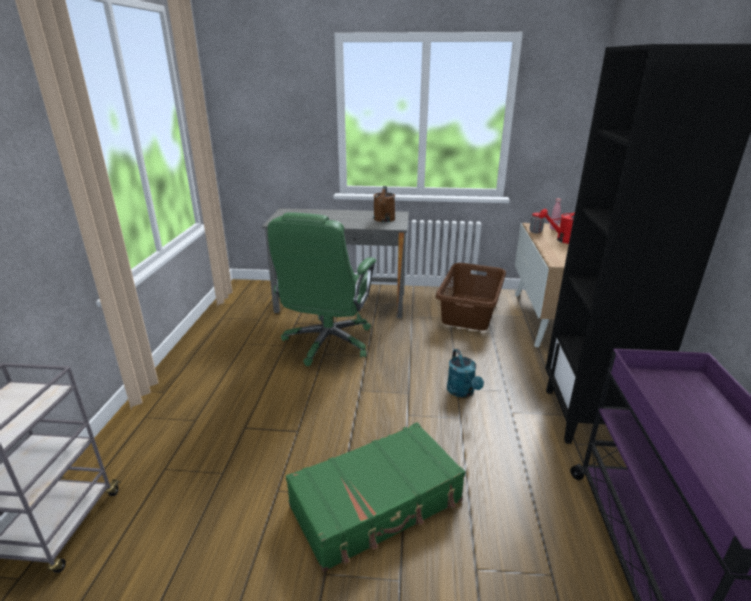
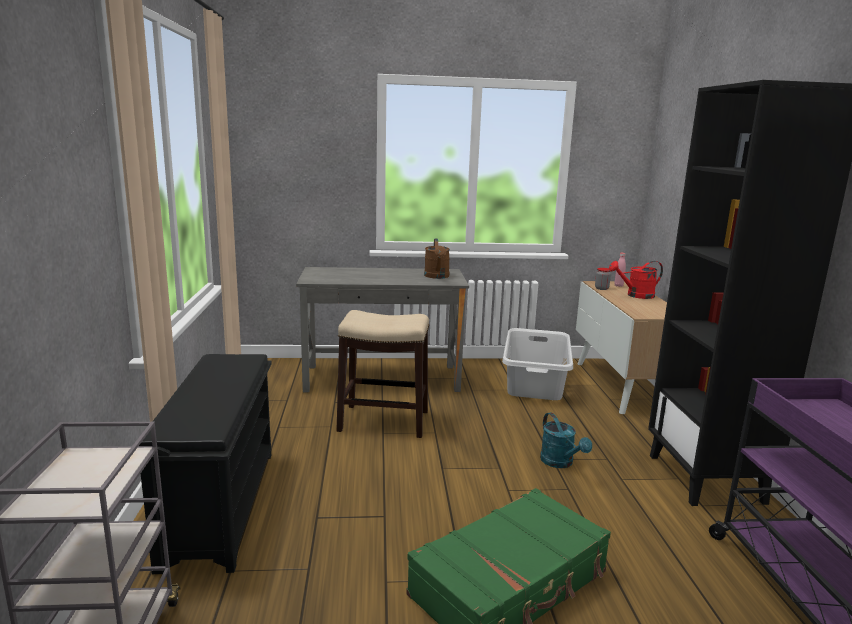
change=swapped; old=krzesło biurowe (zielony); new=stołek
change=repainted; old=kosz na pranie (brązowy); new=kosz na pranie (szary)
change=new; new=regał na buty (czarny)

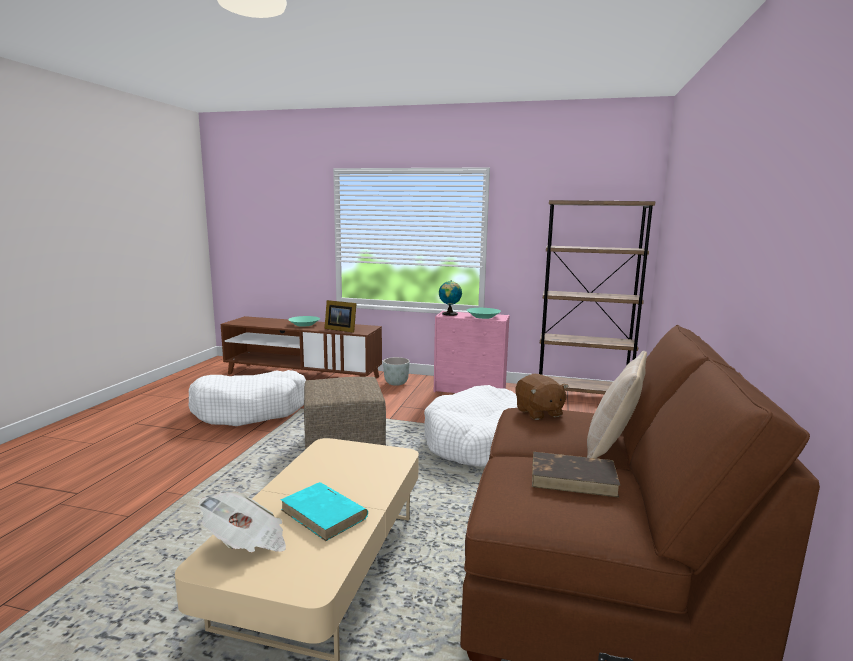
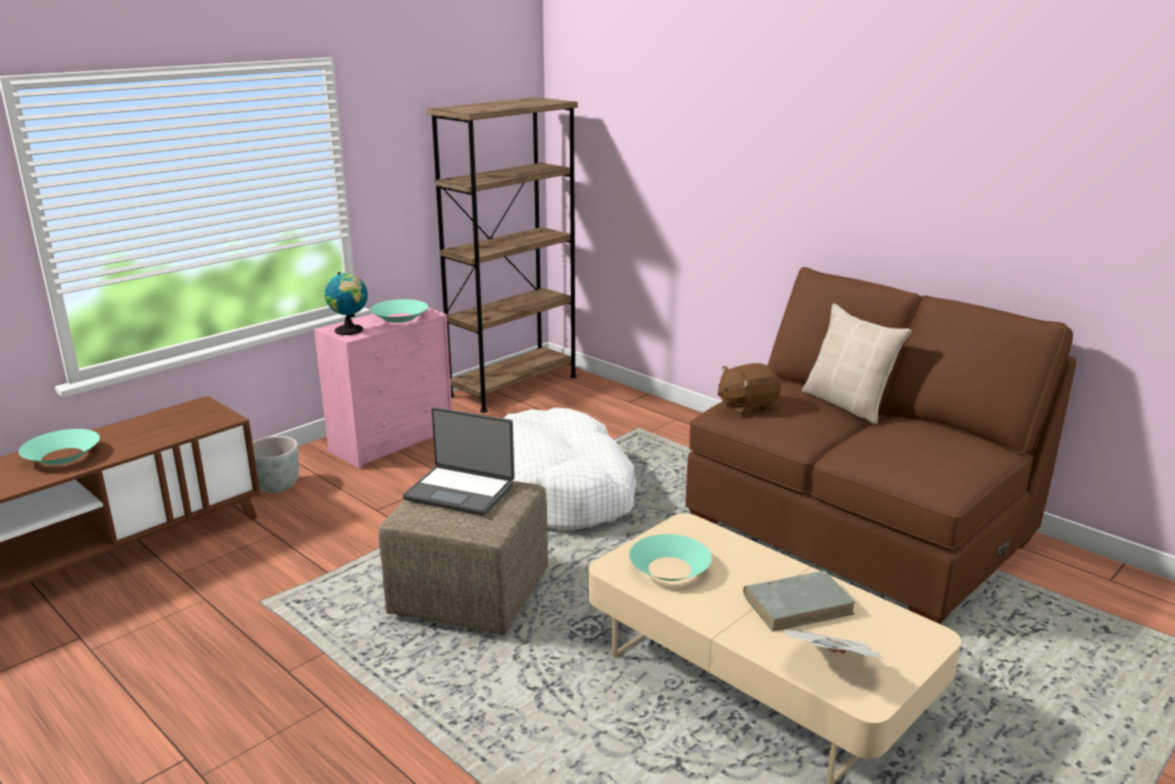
change=gone; old=ramka na zdjęcie
change=gone; old=legowisko (biały) (no. 1 from left)
change=rotated; old=pluszak (brązowy); degrees=150
change=gone; old=książka (brązowy)
change=repainted; old=książka (turkusowy); new=książka (szary)
change=new; new=laptop
change=new; new=miska (turkusowy) (no. 3 from left)

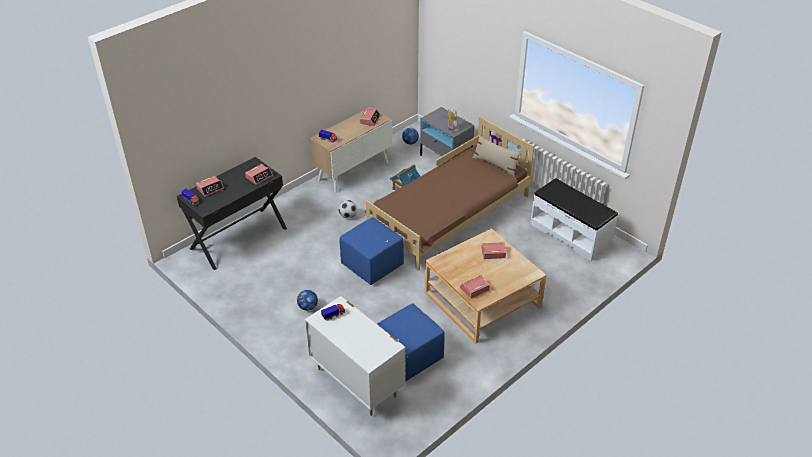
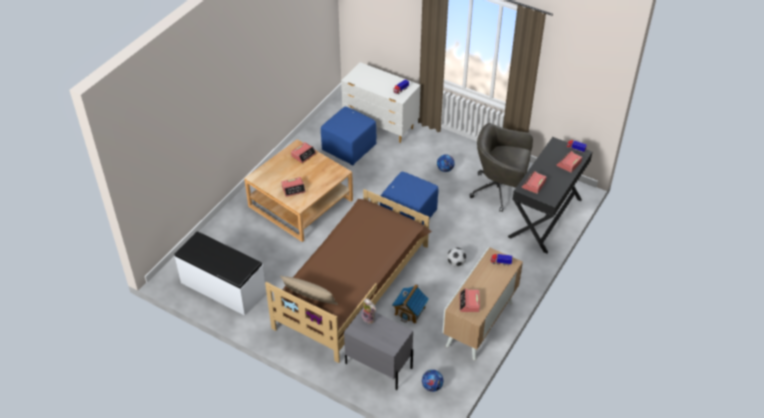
change=new; new=krzesło biurowe (szary)

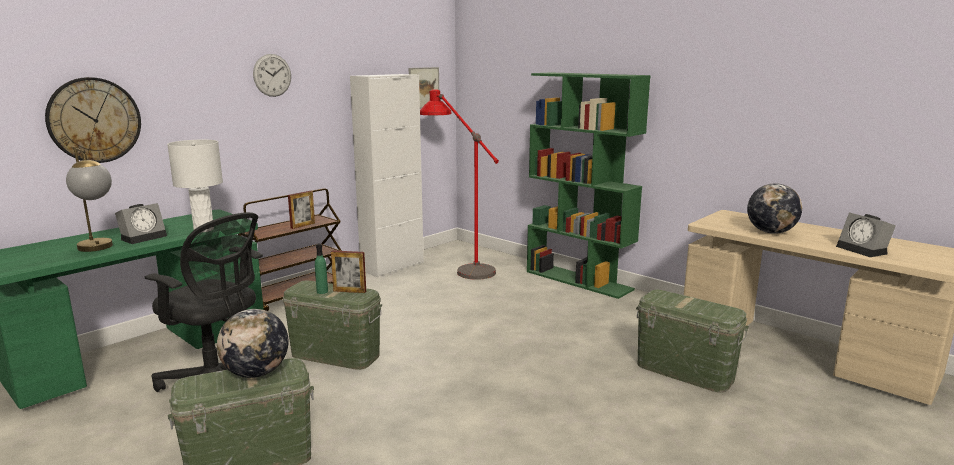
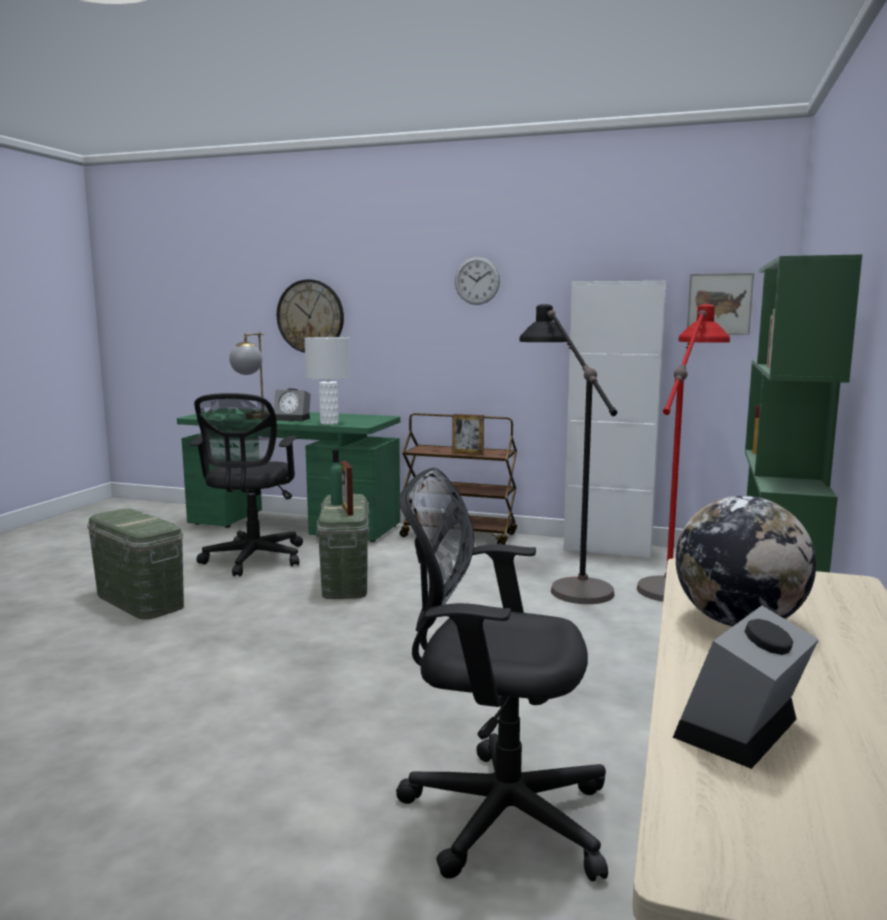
change=swapped; old=pojemnik do przechowywania (zielony) (no. 3 from left); new=krzesło biurowe (czarny) (no. 2 from left)
change=gone; old=globus (no. 1 from left)
change=new; new=lampa stojąca (czarny)

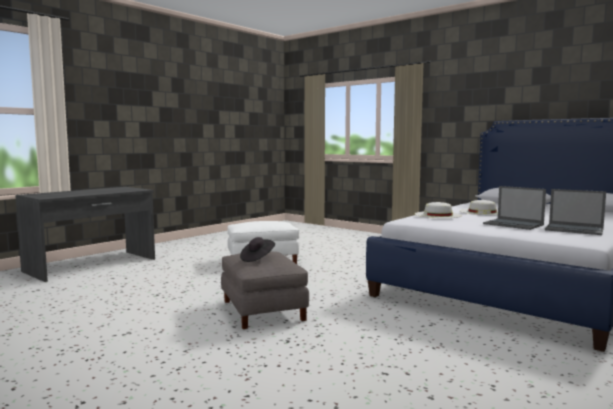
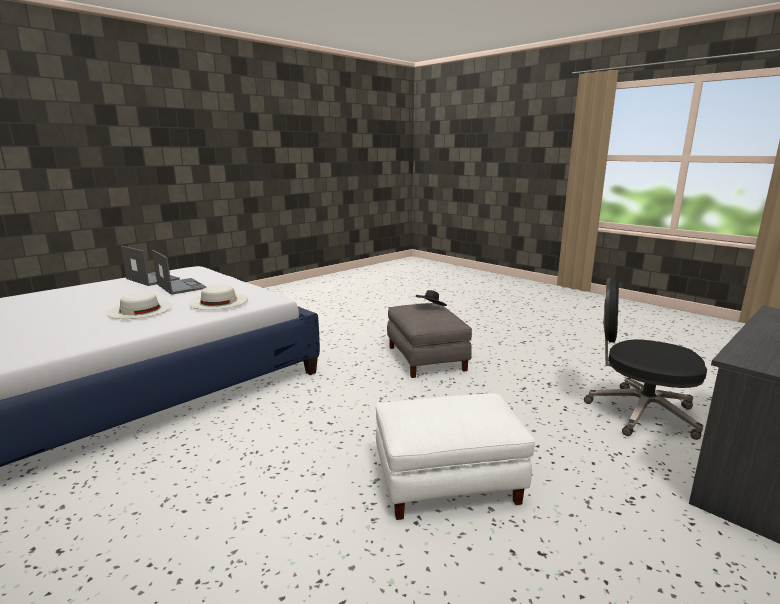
change=new; new=krzesło biurowe (czarny)

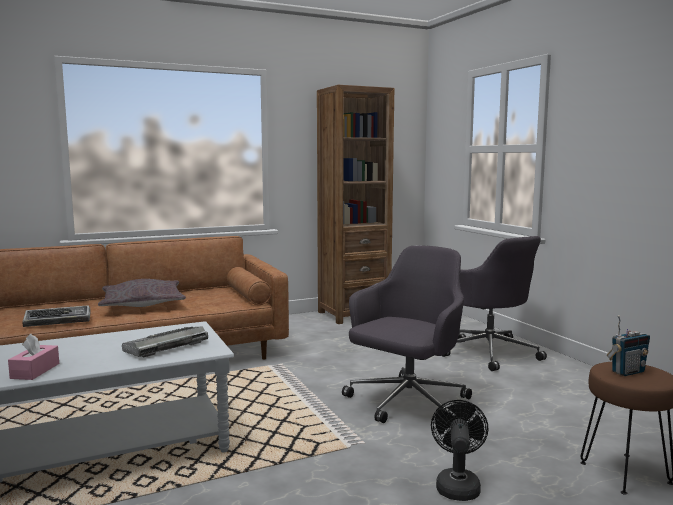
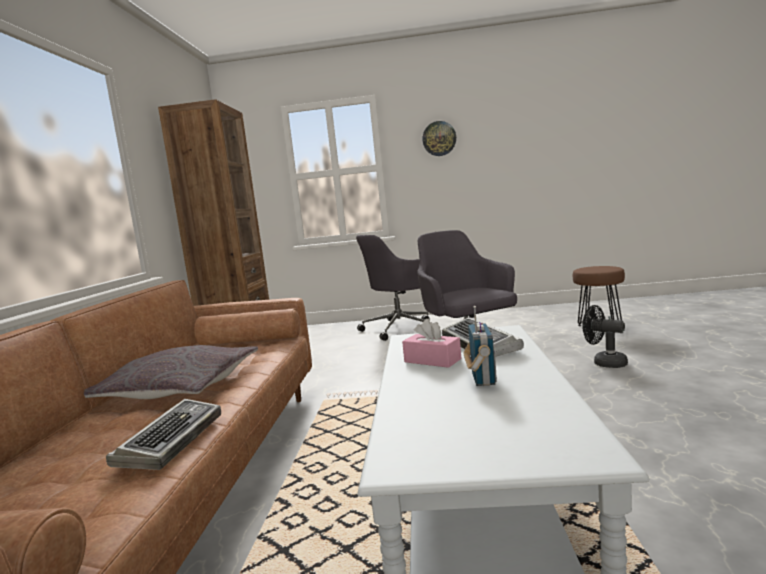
change=rotated; old=krzesło biurowe (szary) (no. 2 from left in the first image); degrees=150
change=shifted; old=radio
change=shifted; old=pudełko chusteczek (różowy)
change=new; new=zegar ścienny

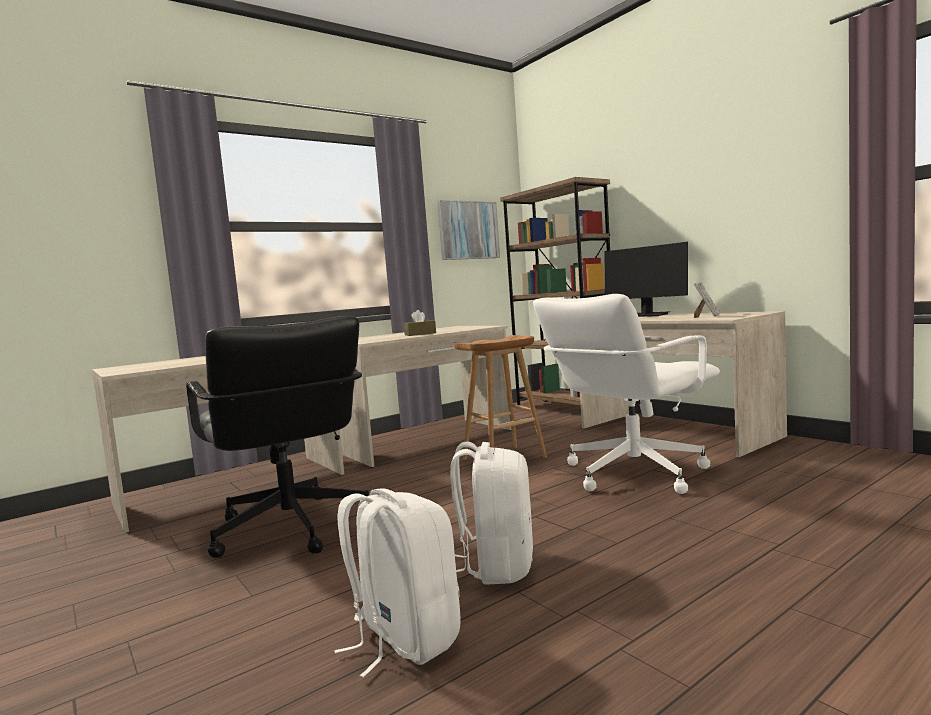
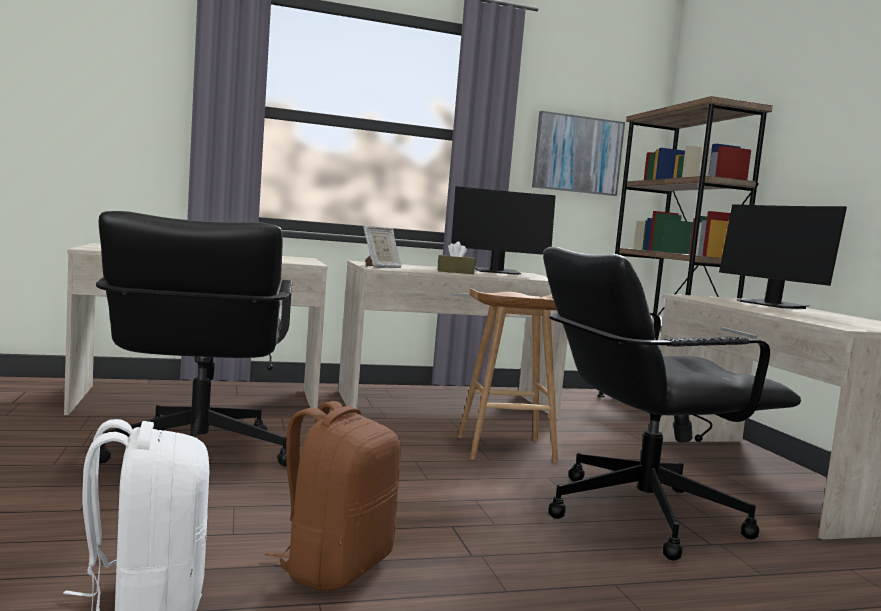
change=shifted; old=ramka na zdjęcie
change=repainted; old=krzesło biurowe (biały); new=krzesło biurowe (czarny) (no. 2 from left)
change=repainted; old=plecak (biały) (no. 2 from left); new=plecak (brązowy)
change=new; new=monitor (no. 1 from left)

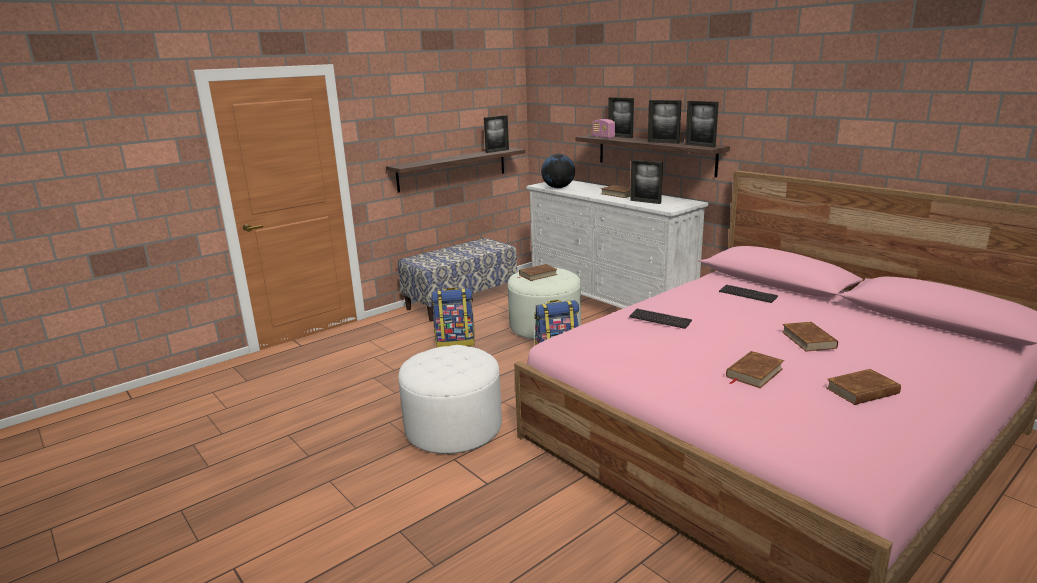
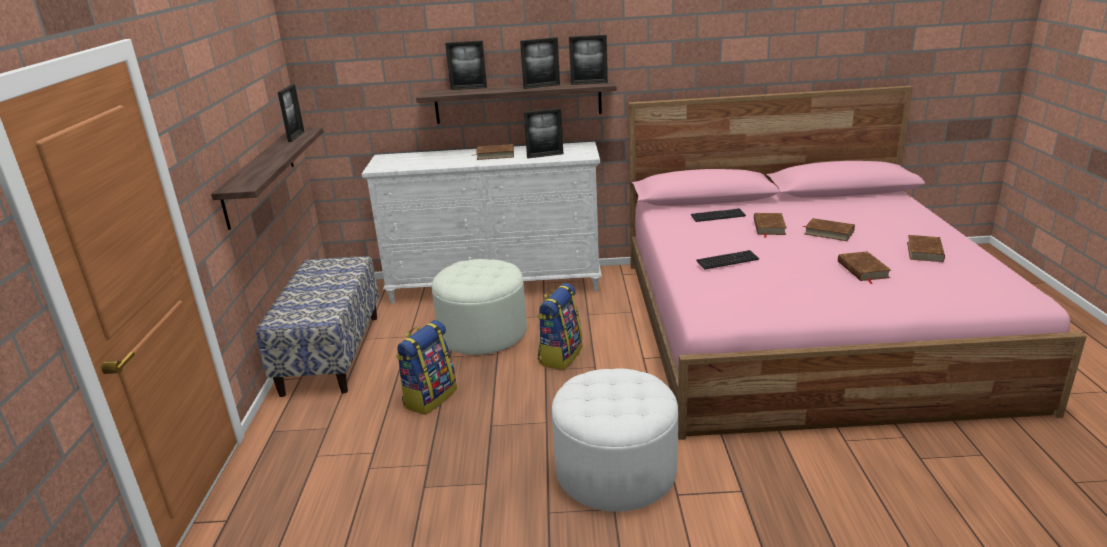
change=gone; old=radio
change=gone; old=globus
change=shifted; old=książka (brązowy) (no. 1 from left in the first image); new=książka (brązowy) (no. 2 from left)

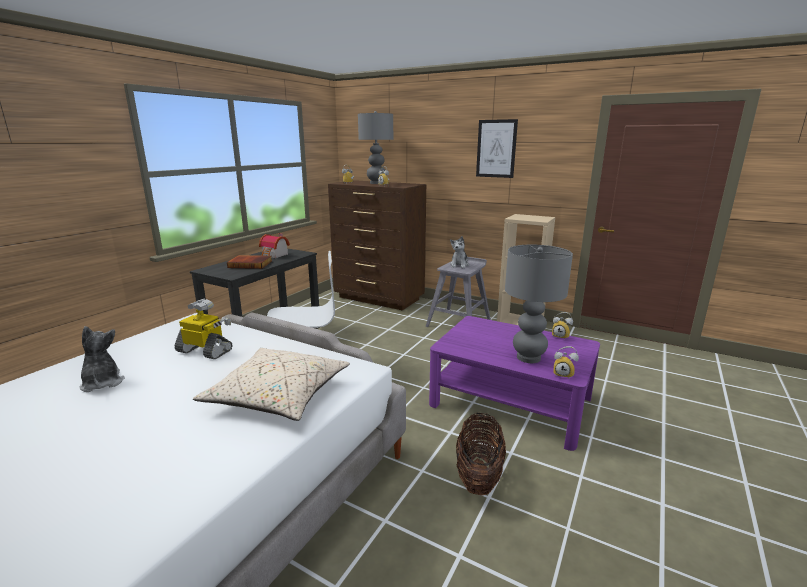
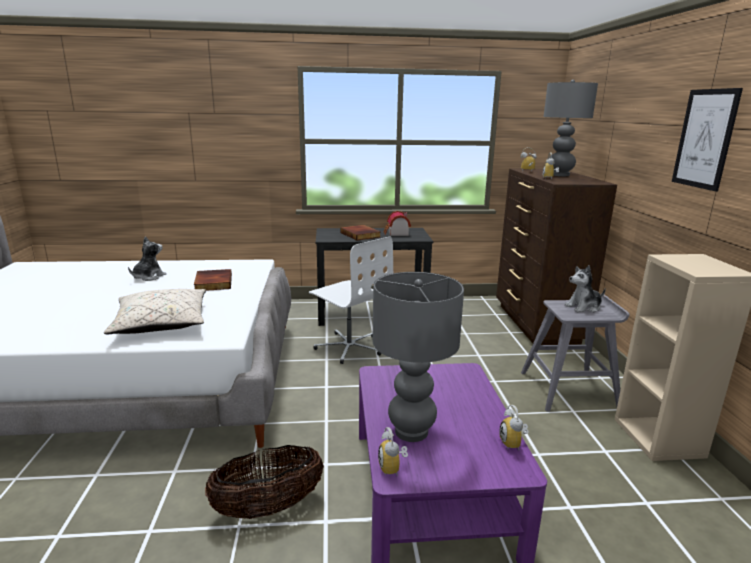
change=swapped; old=robot zabawkowy; new=książka (no. 1 from left)

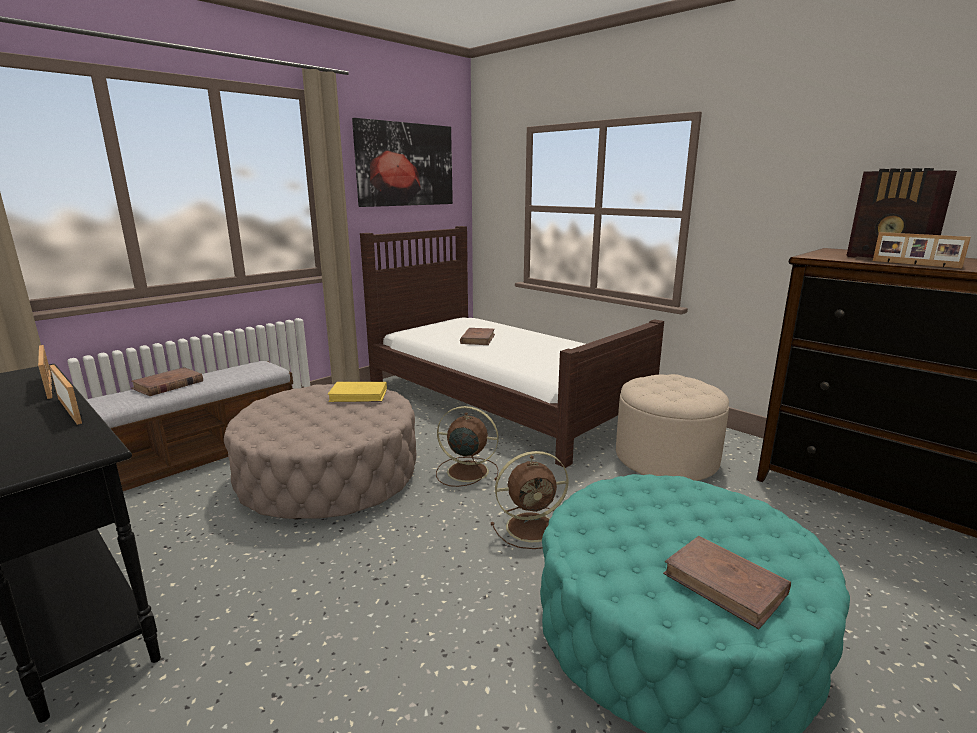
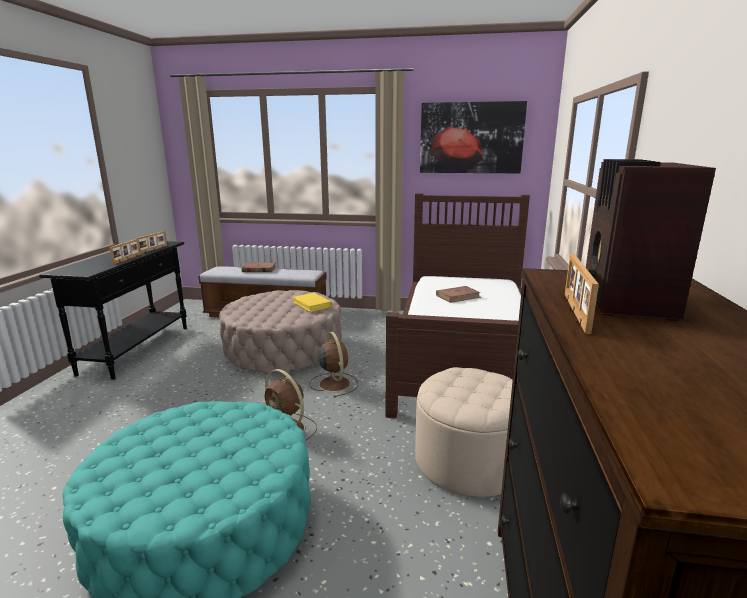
change=gone; old=książka (brązowy) (no. 3 from left)

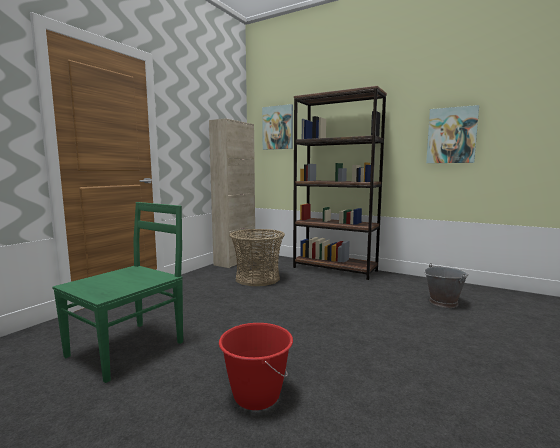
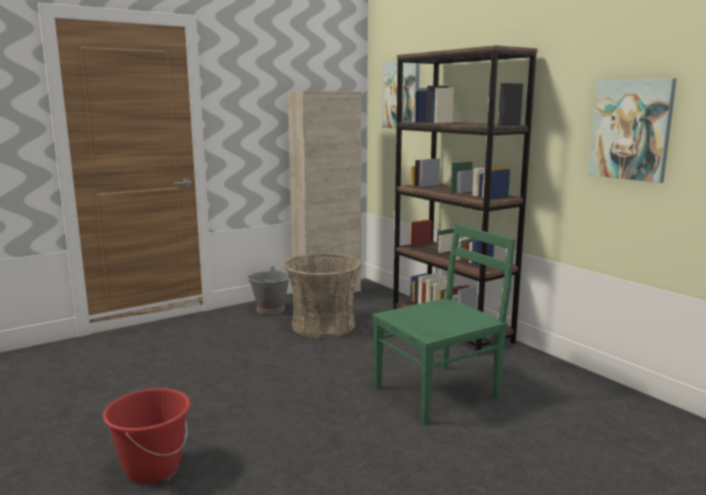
change=shifted; old=krzesło (zielony)
change=shifted; old=wiadro (szary)

